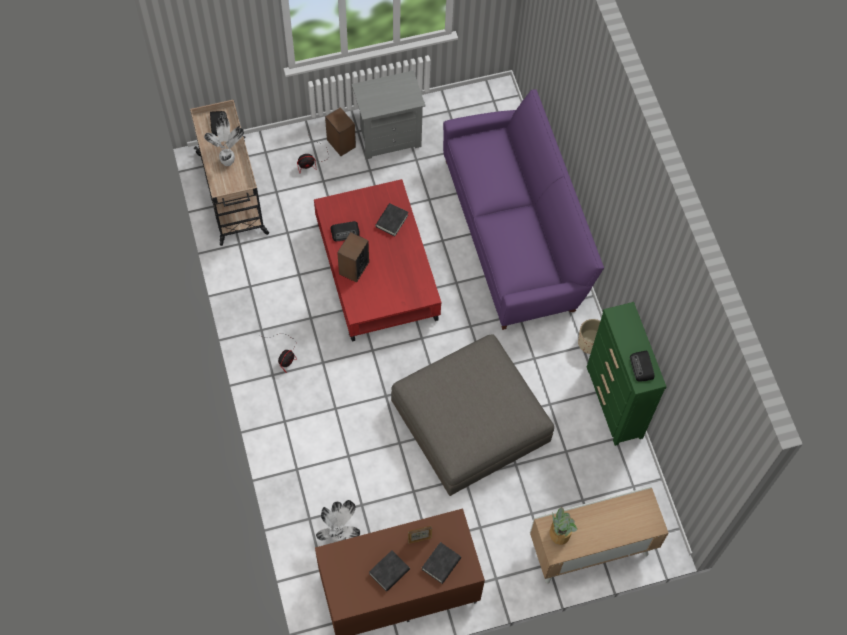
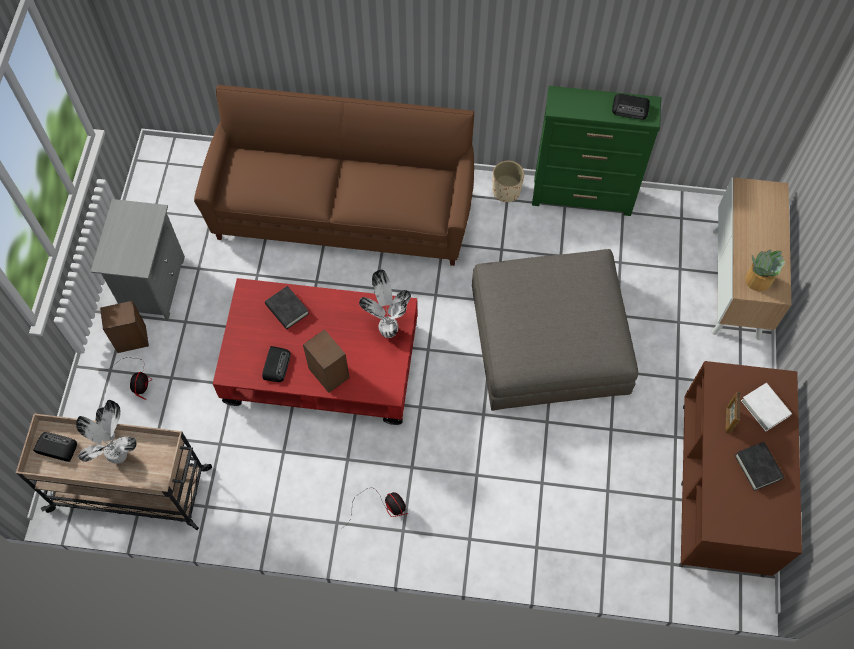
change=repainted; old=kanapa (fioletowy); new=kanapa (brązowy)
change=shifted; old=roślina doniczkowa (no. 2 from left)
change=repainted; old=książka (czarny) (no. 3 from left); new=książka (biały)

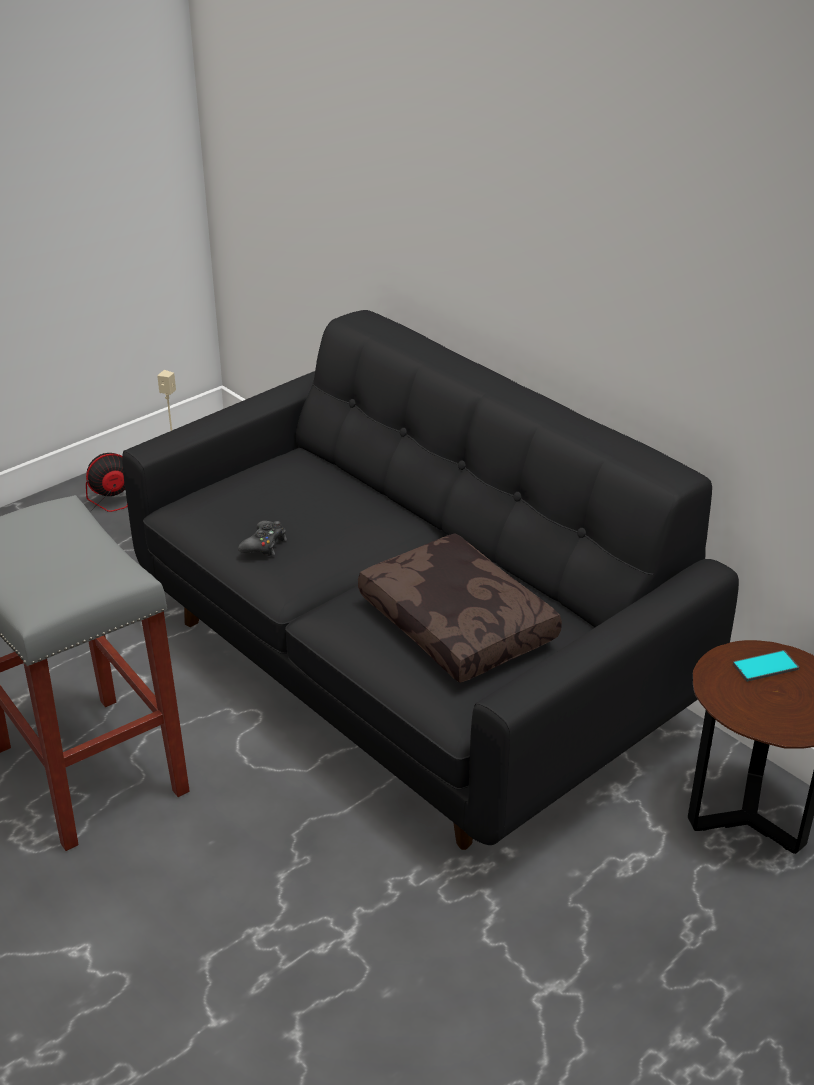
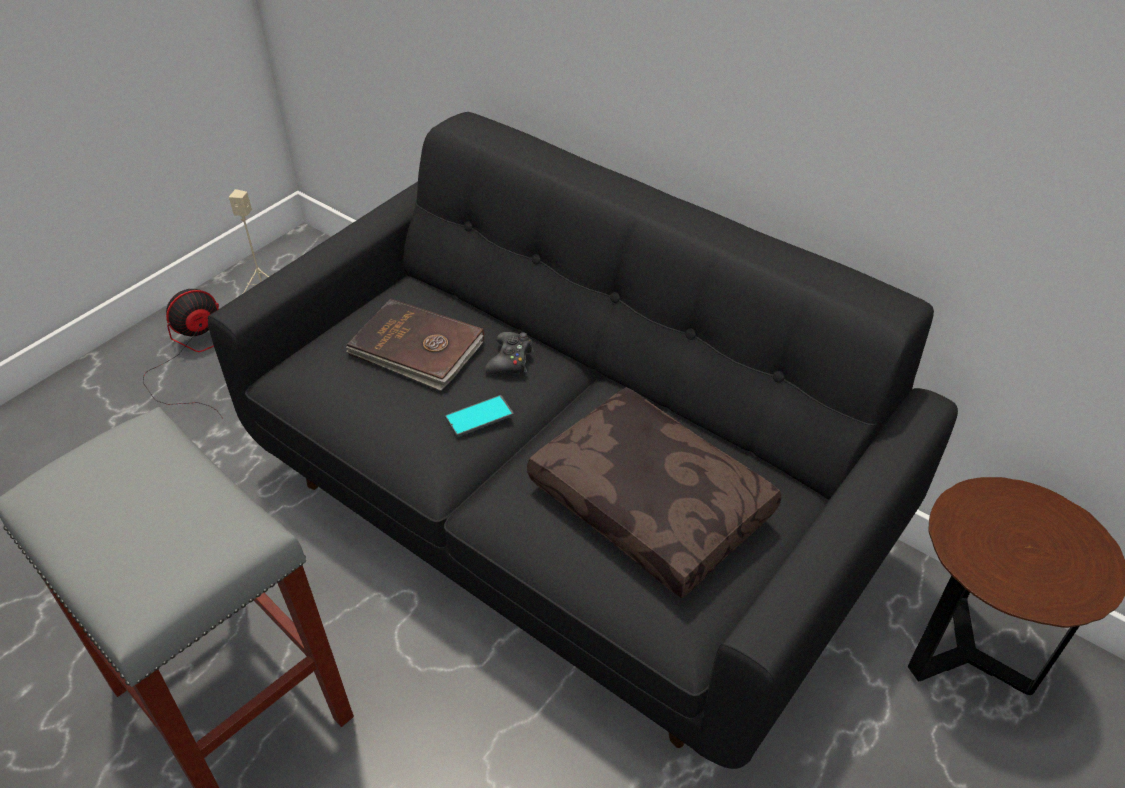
change=shifted; old=pad do gier (czarny)
change=shifted; old=telefon
change=new; new=książka (brązowy)

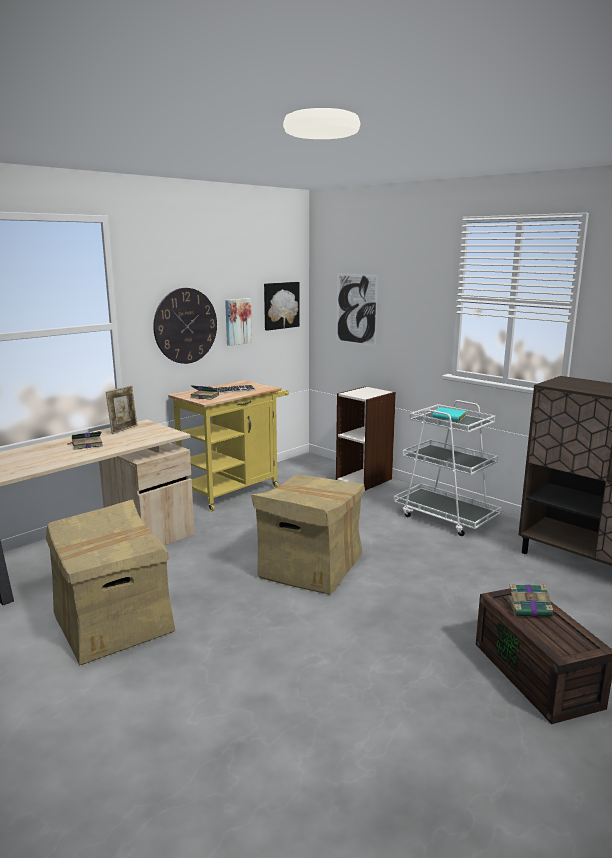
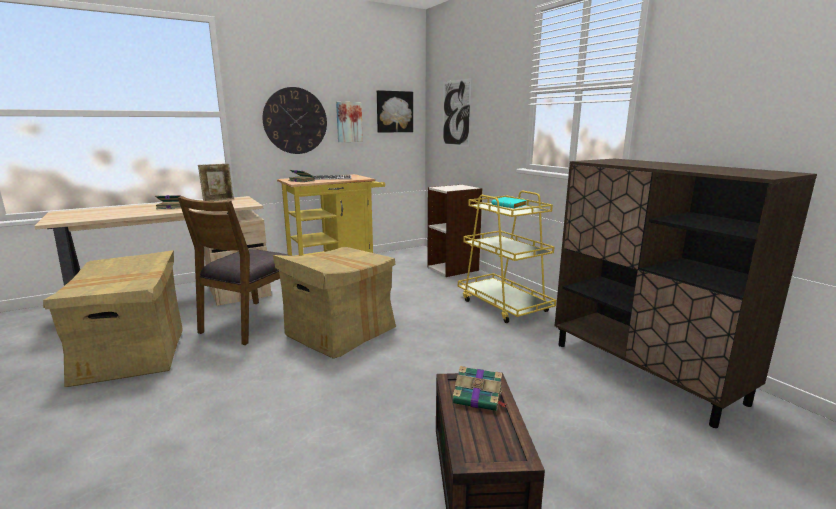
change=repainted; old=wózek (biały); new=wózek (żółty) (no. 2 from left)
change=new; new=krzesło (brązowy)

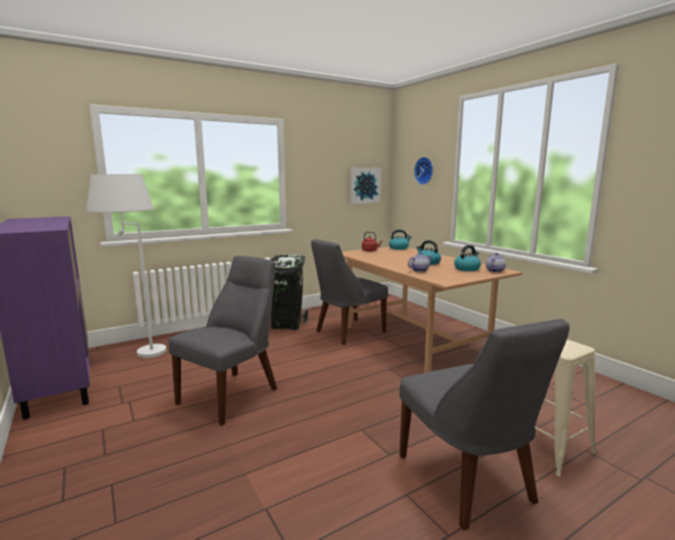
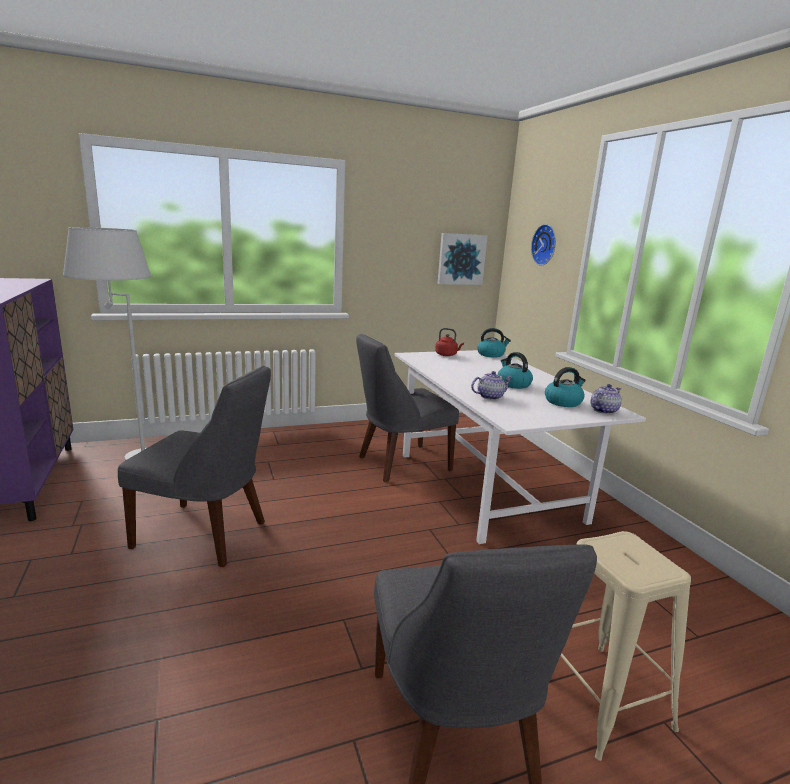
change=repainted; old=stół jadalny (brązowy); new=stół jadalny (biały)
change=gone; old=kosz na śmieci (czarny)
change=rotated; old=krzesło (szary) (no. 1 from left); degrees=60

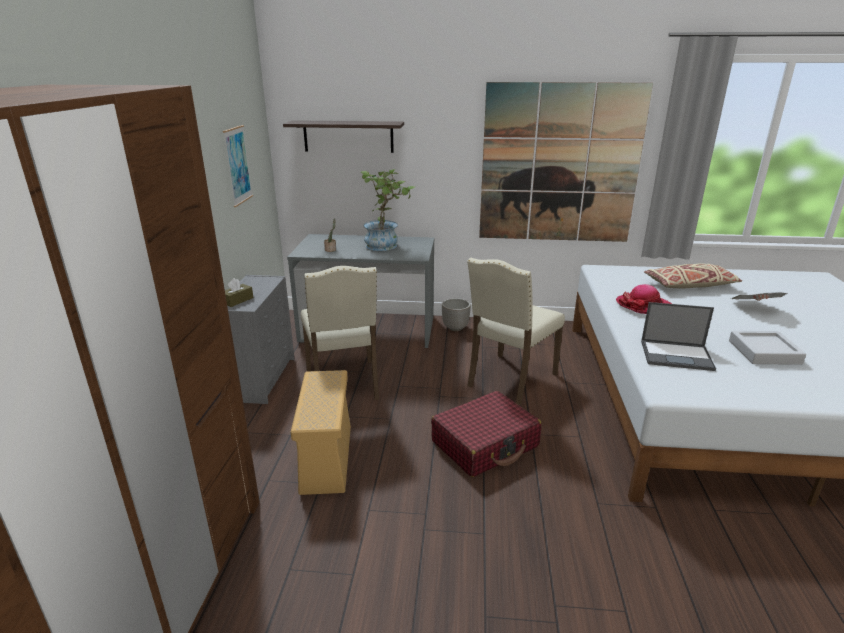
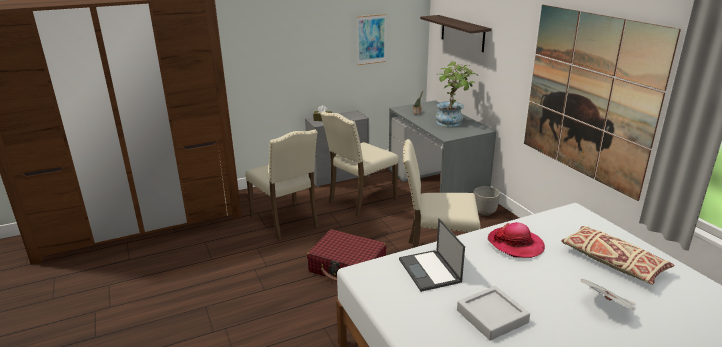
change=swapped; old=pojemnik do przechowywania (beżowy); new=krzesło (beżowy) (no. 1 from left)

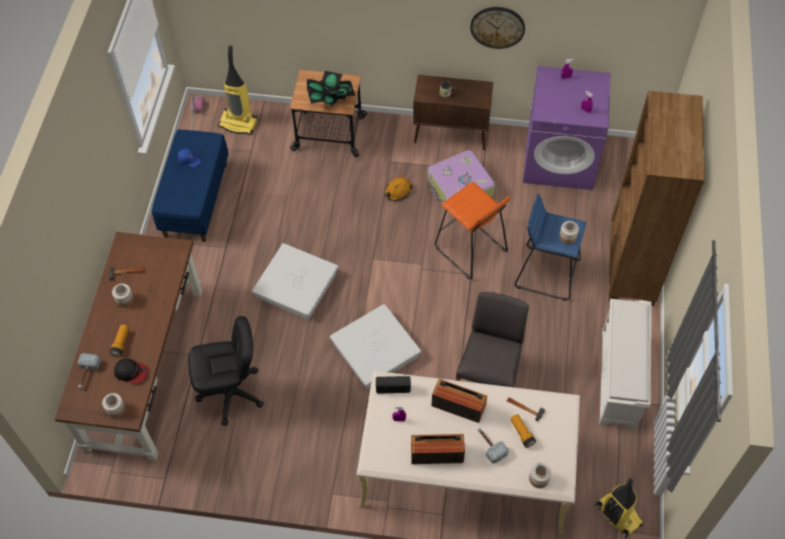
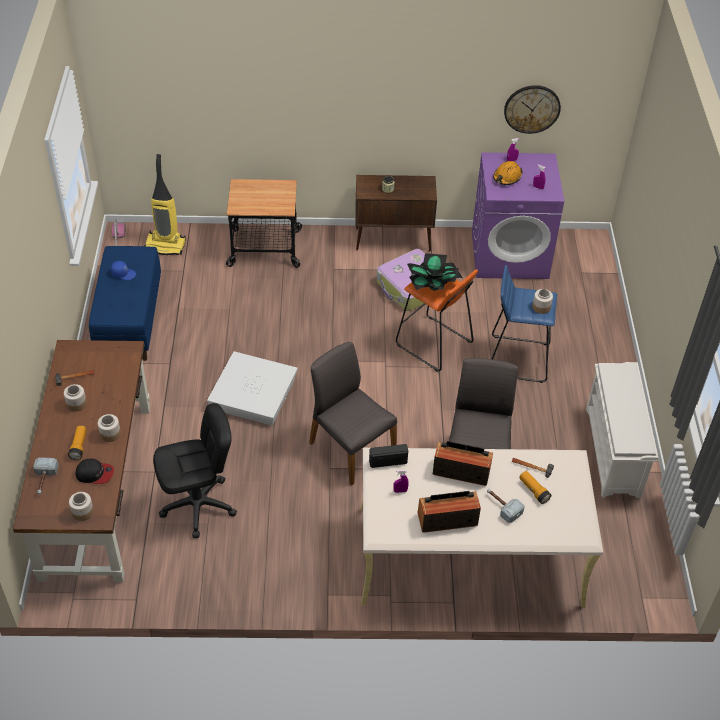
change=shifted; old=zegar ścienny
change=shifted; old=roślina doniczkowa
change=gone; old=regał (brązowy)
change=shifted; old=kask (pomarańczowy)
change=swapped; old=pojemnik do przechowywania (biały) (no. 2 from left); new=krzesło (szary) (no. 1 from left)
change=shifted; old=słoik (no. 4 from left in the first image); new=słoik (no. 3 from left)
change=gone; old=odkurzacz (no. 3 from left)

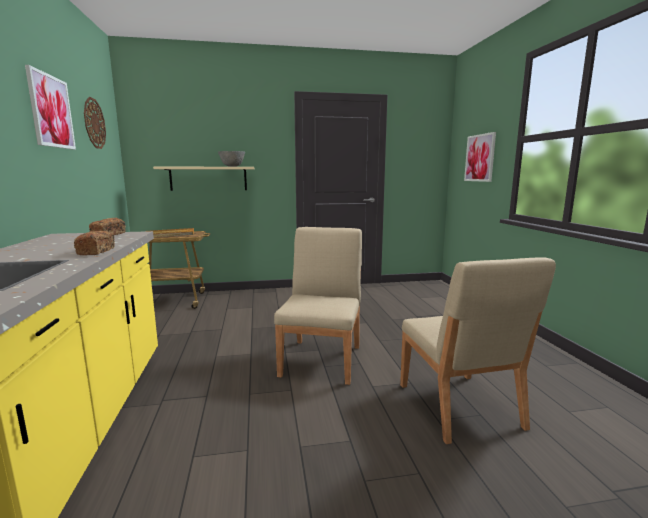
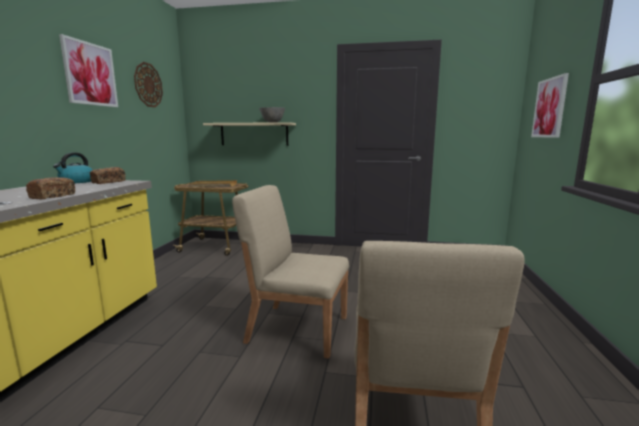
change=rotated; old=krzesło (beżowy) (no. 1 from left); degrees=-105
change=new; new=czajnik

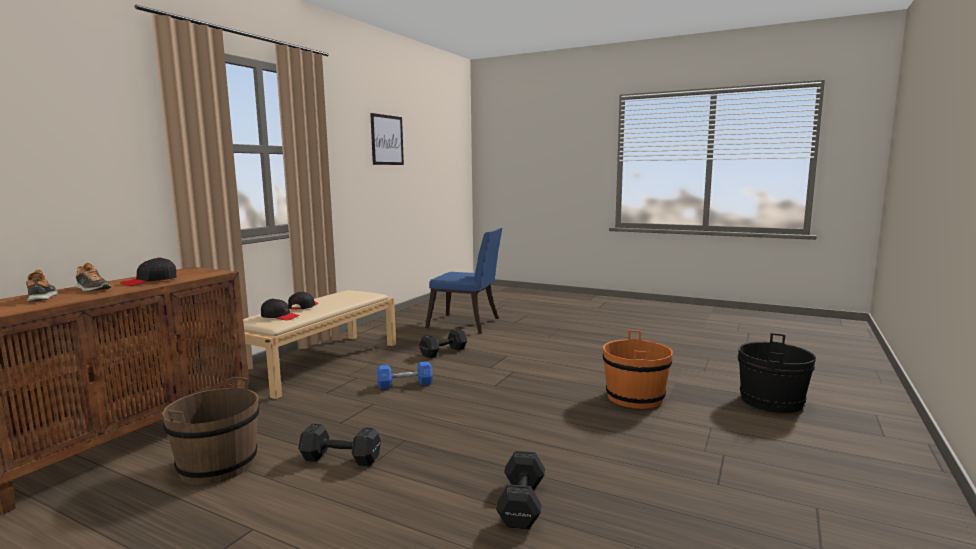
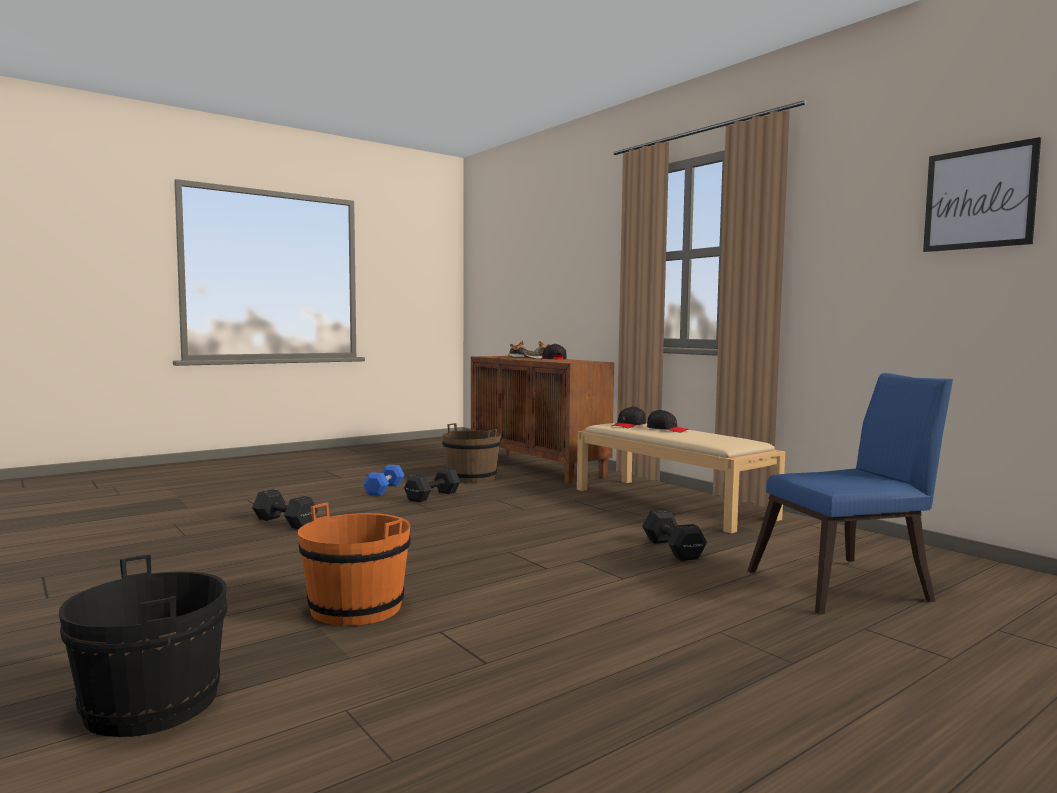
change=rotated; old=krzesło (niebieski); degrees=-150
change=shifted; old=hantel (niebieski)

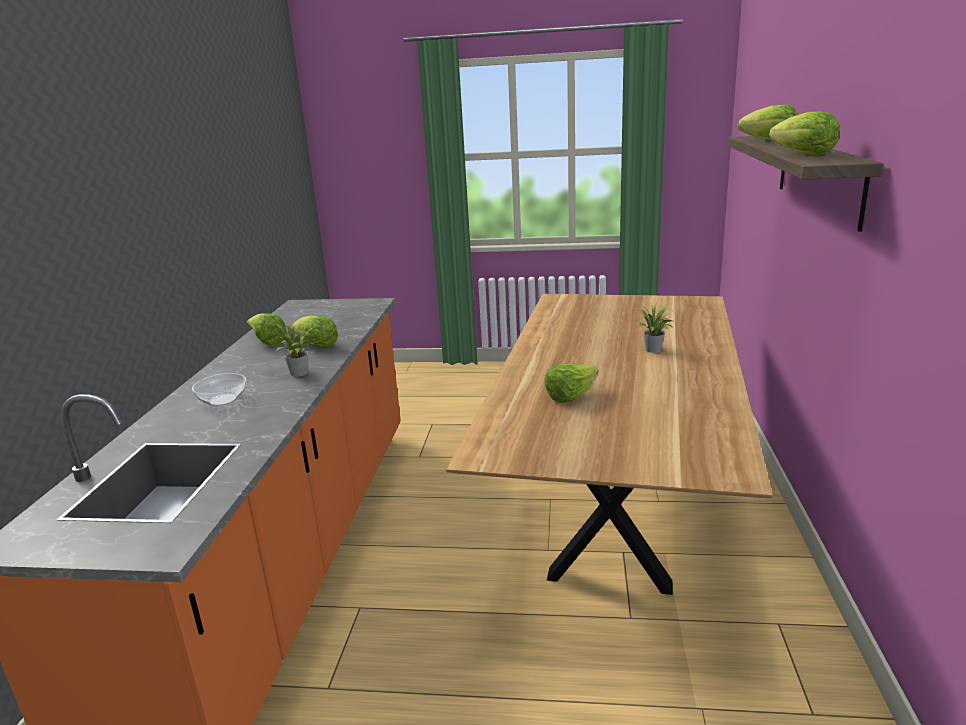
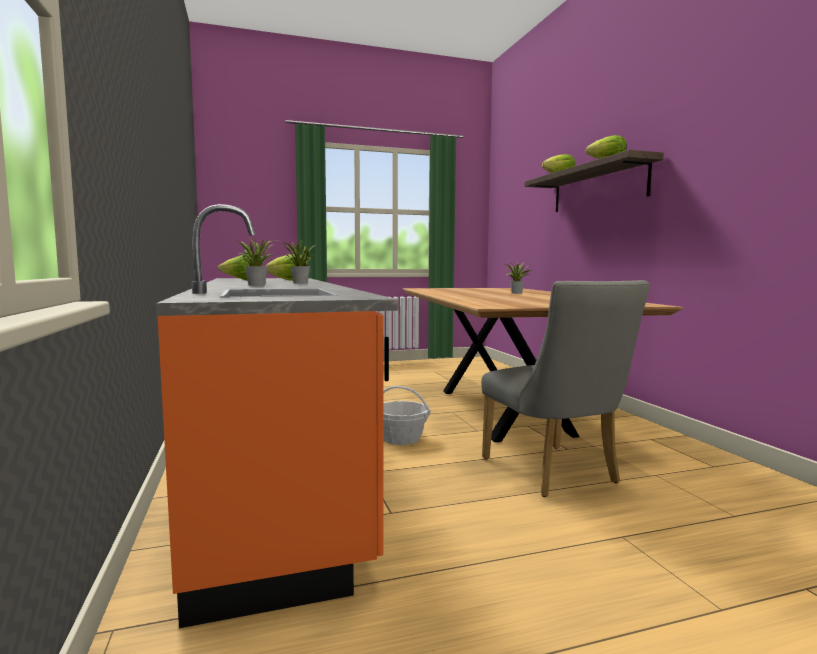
change=gone; old=sałata (no. 3 from left)
change=swapped; old=miska; new=roślina doniczkowa (no. 1 from left)
change=new; new=krzesło (szary)
change=new; new=koszyk

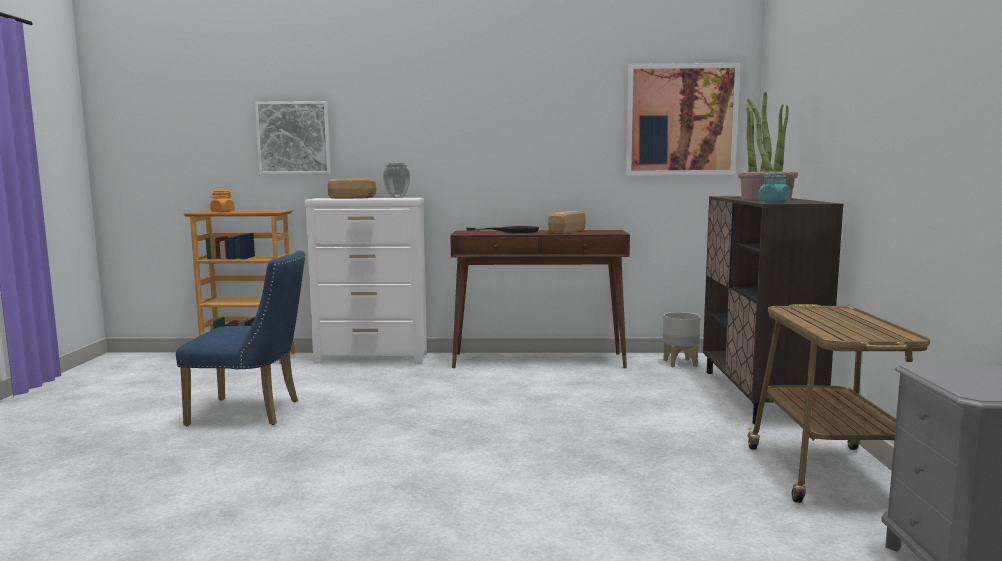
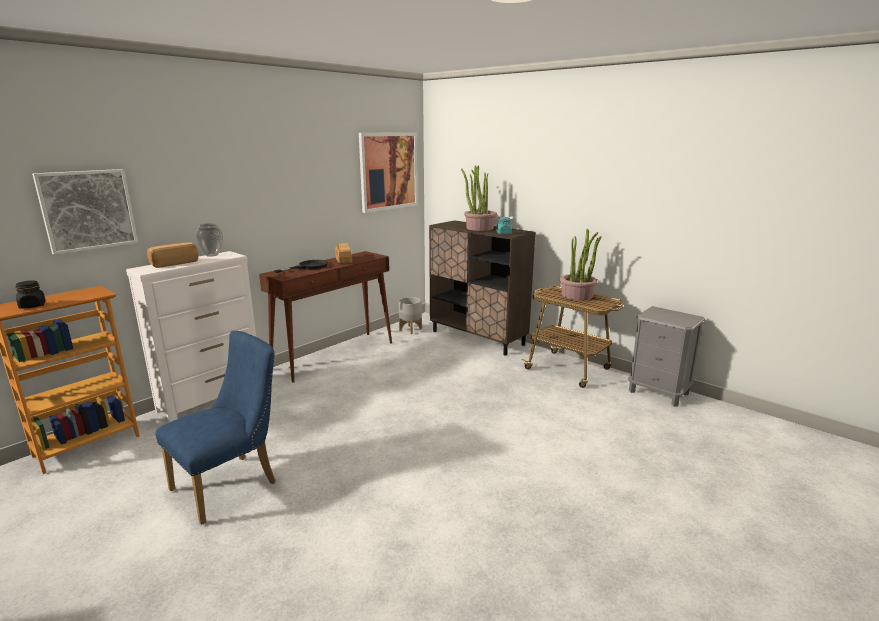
change=repainted; old=słoik (pomarańczowy); new=słoik (czarny)
change=new; new=roślina doniczkowa (no. 2 from left)

